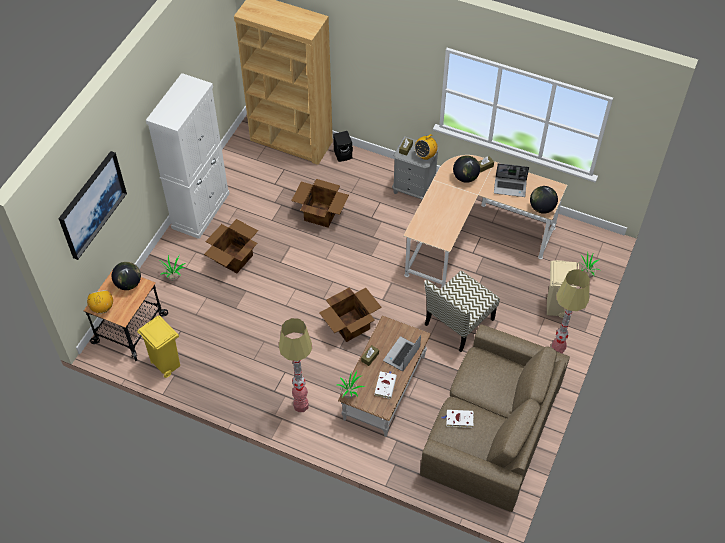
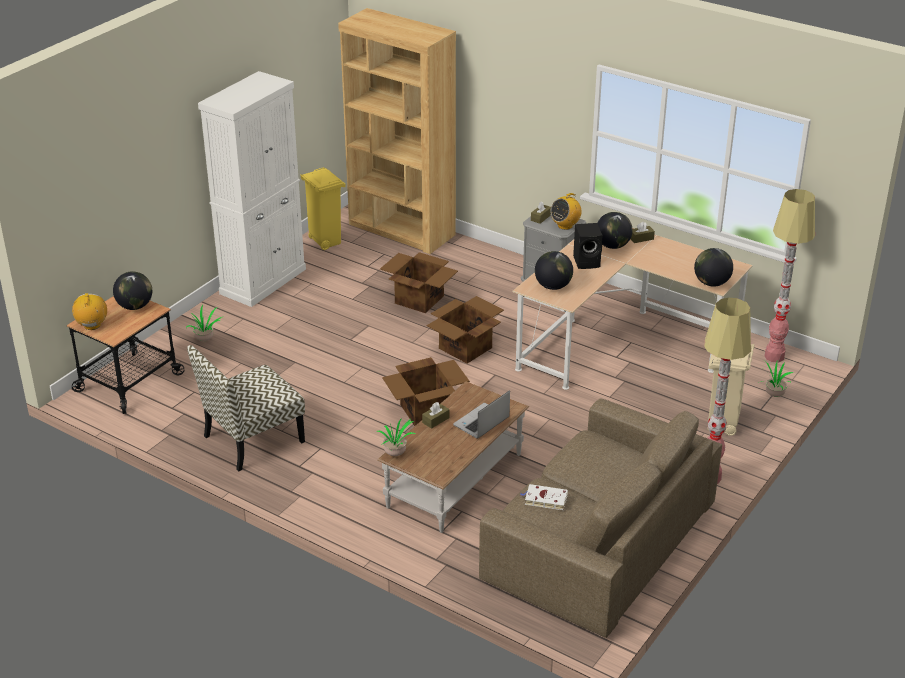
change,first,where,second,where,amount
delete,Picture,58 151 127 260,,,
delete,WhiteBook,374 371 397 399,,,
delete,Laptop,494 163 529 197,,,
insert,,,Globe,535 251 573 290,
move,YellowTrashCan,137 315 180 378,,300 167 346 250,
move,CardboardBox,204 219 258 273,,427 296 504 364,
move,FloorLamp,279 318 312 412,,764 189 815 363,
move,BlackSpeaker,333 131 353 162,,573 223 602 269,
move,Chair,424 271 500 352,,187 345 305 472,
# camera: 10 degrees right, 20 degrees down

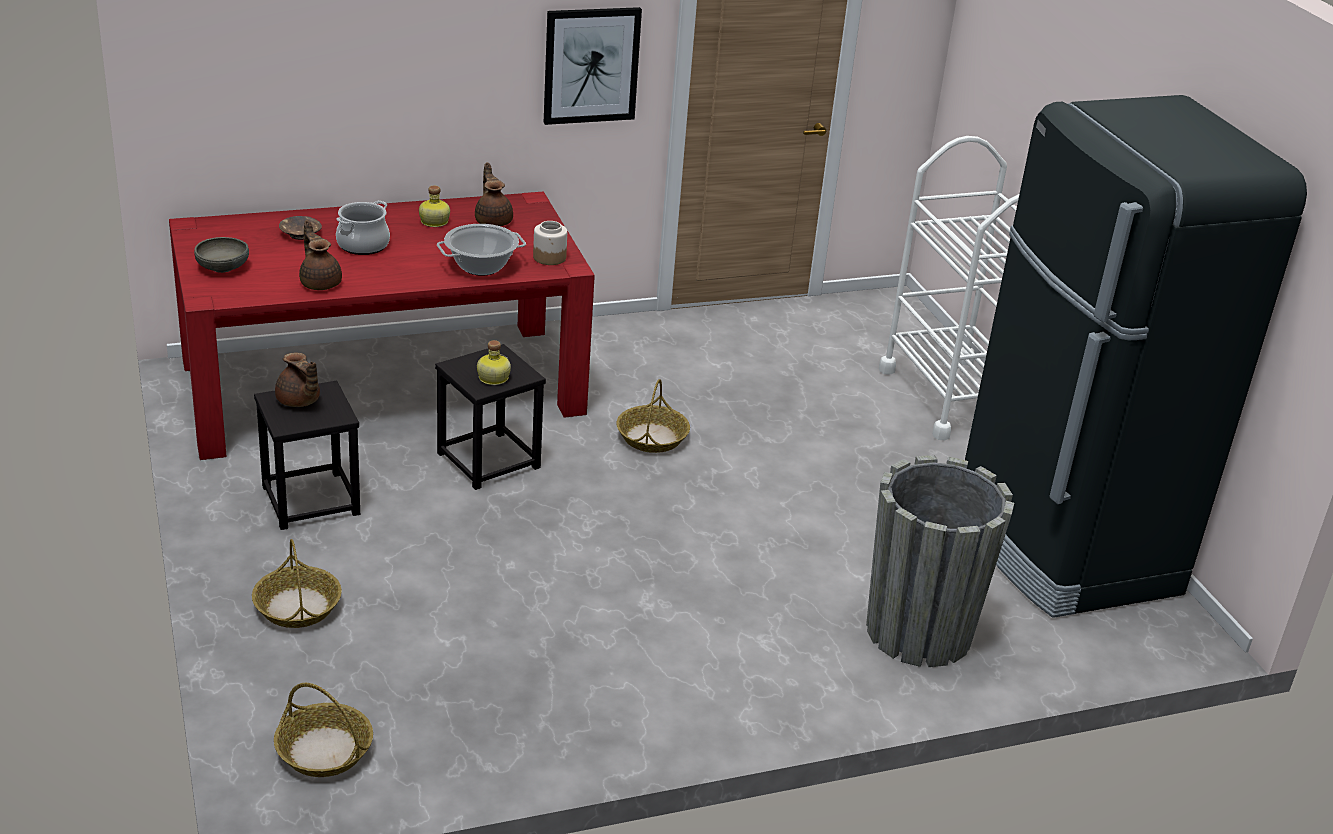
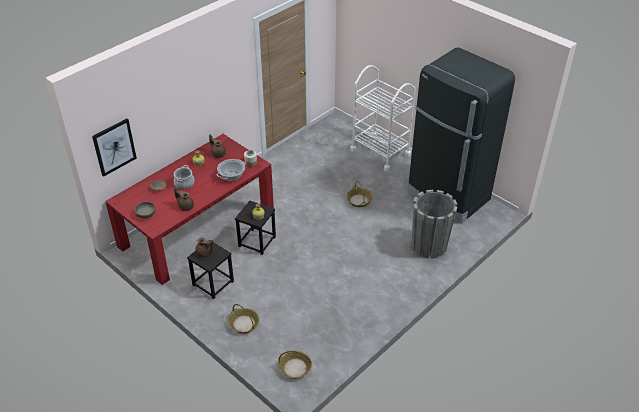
change,first,where,second,where,amount
move,Picture,544 7 642 125,,92 119 137 177,
move,Basket,617 379 690 453,,346 181 373 207,
# camera: 25 degrees left, 10 degrees up

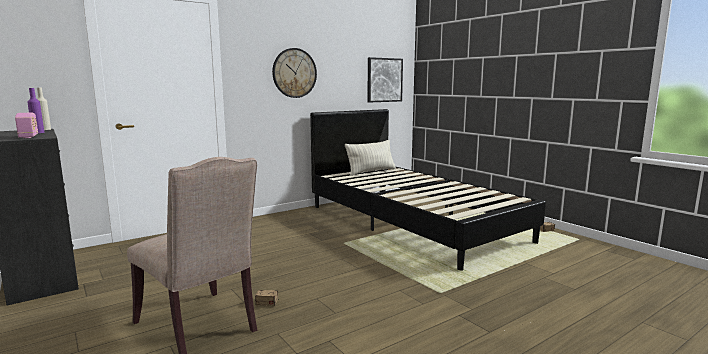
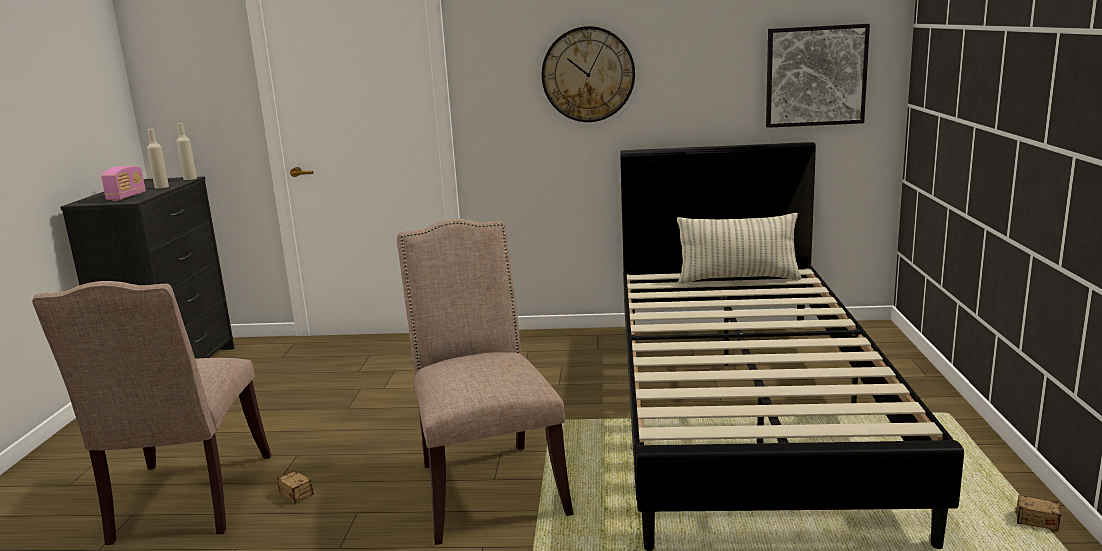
change,first,where,second,where,amount
insert,,,BeigeChair,397 219 573 545,
recolor,PurpleBottle,27 88 44 133,BeigeBottle,147 129 169 188,
# camera: 40 degrees right, 5 degrees up

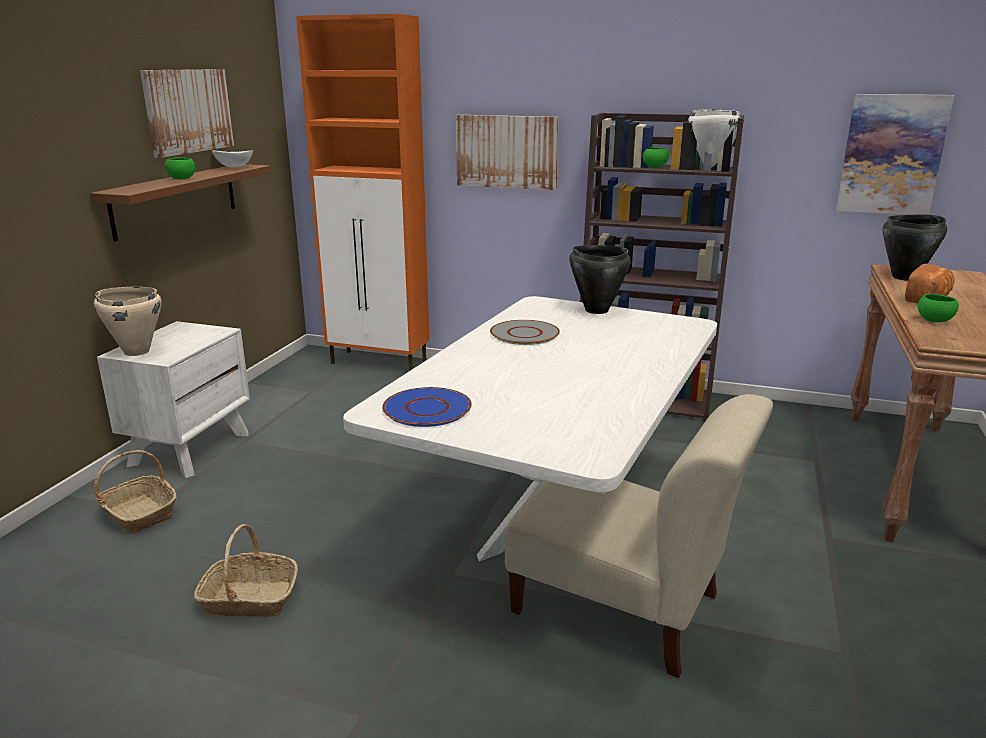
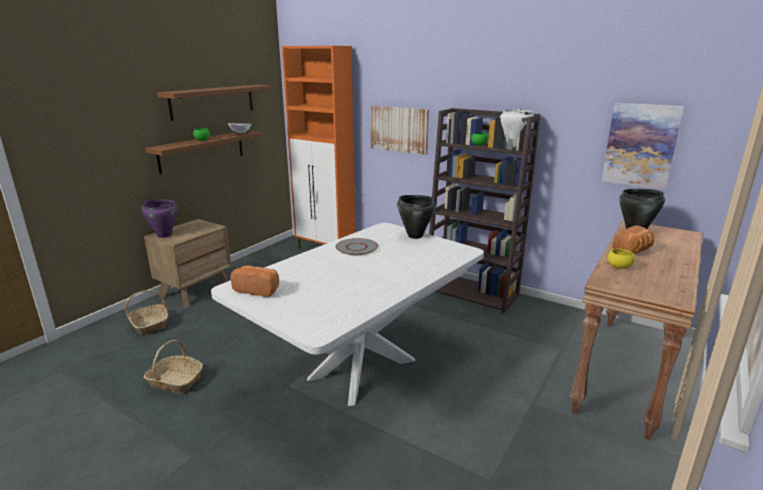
change,first,where,second,where,amount
delete,BeigeChair,505 394 773 678,,,
replace,Picture,140 69 234 158,BrownShelf,157 85 273 121,
replace,BluePlate,382 387 472 427,Bread,230 265 279 297,
recolor,BeigeCookingPot,94 287 162 356,PurpleCookingPot,142 199 178 238,
recolor,WhiteNightstand,97 321 250 478,BrownNightstand,144 219 231 308,
recolor,GreenBowl,918 294 959 322,YellowBowl,608 248 635 269,
# camera: 15 degrees right, 0 degrees up

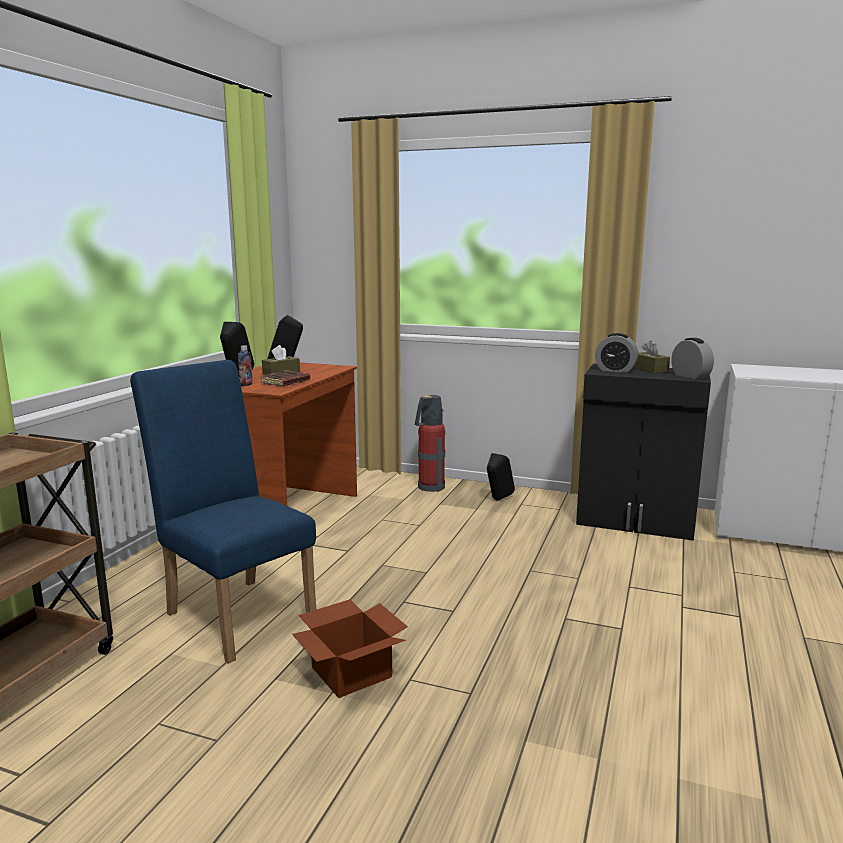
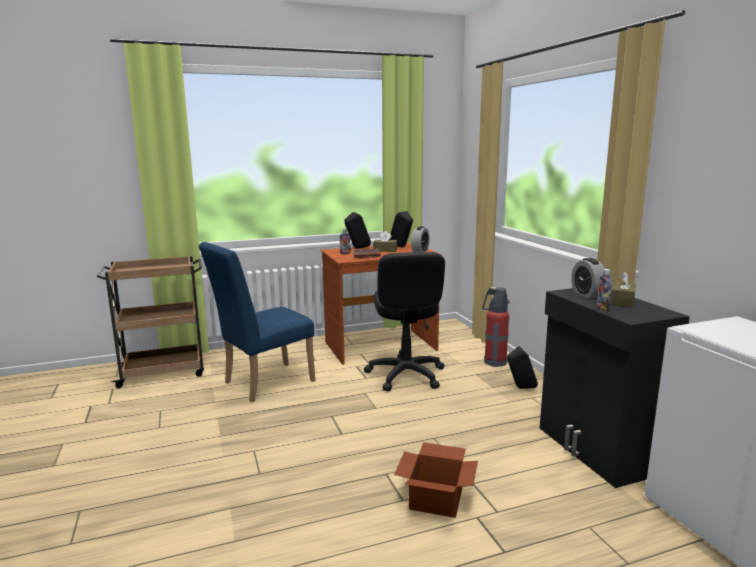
change,first,where,second,where,amount
insert,,,BlackOfficeChair,364 252 445 391,
insert,,,Bottle,597 269 612 311,
move,CardboardBox,292 599 408 698,,394 442 478 518,
move,AlarmClock,671 338 714 379,,411 226 429 252,
rotate,BlueChair,130 360 316 664,,199 242 316 402,135 degrees counterclockwise
# camera: 50 degrees right, 0 degrees up

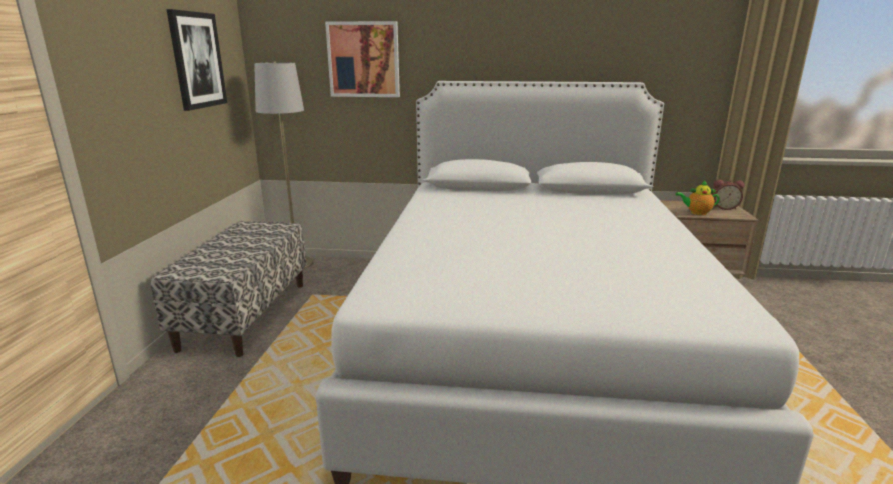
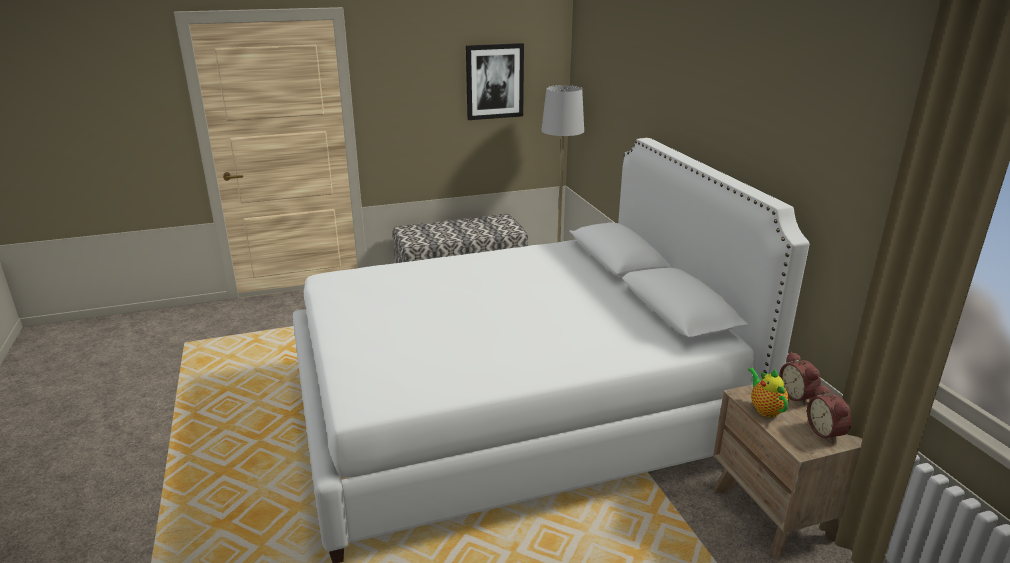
change,first,where,second,where,amount
delete,Picture,325 21 400 97,,,
insert,,,AlarmClock,779 352 821 406,
# camera: 65 degrees right, 5 degrees up

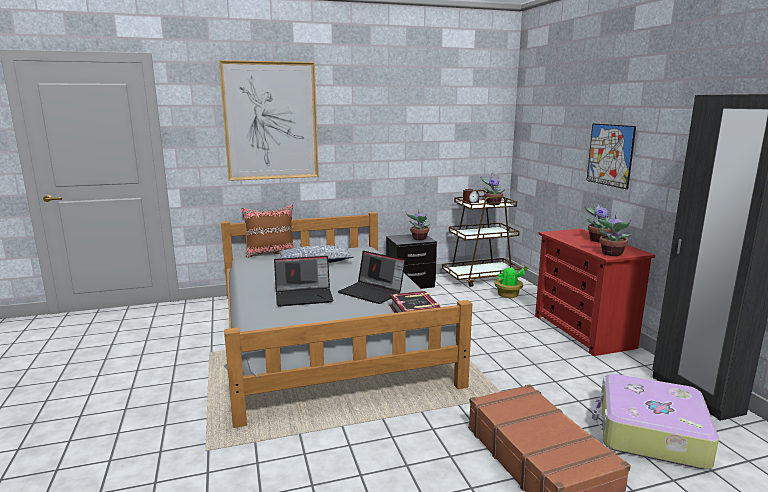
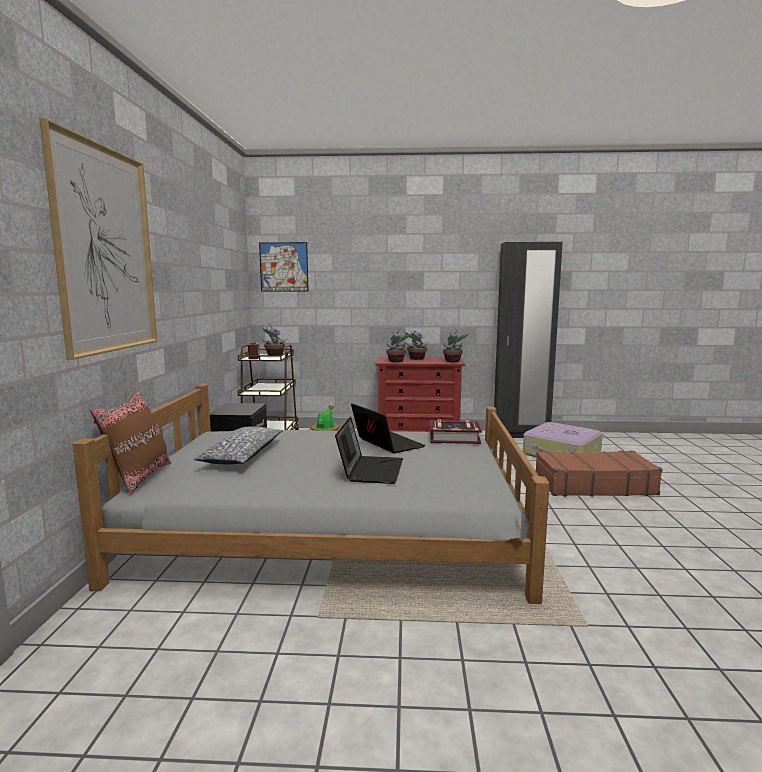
change,first,where,second,where,amount
move,PottedPlant,405 209 431 240,,386 329 412 362,
move,Picture,586 123 636 190,,259 242 309 292,
rotate,Laptop,338 251 405 304,,351 403 425 453,90 degrees counterclockwise
# camera: 70 degrees left, 5 degrees down

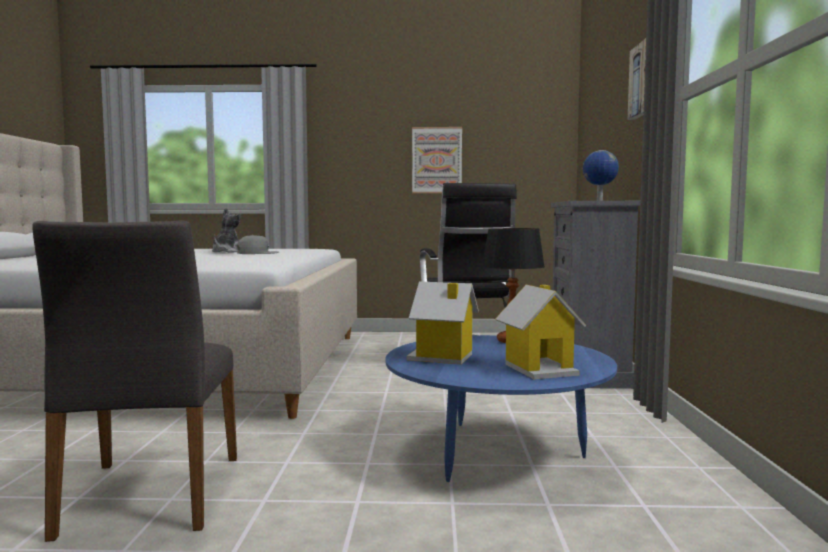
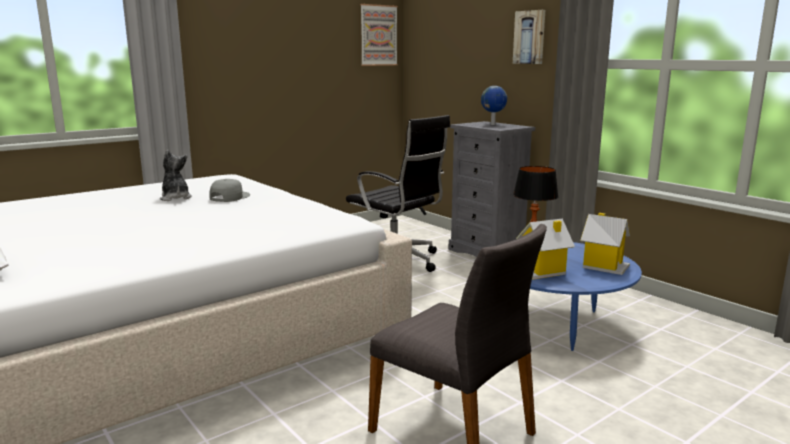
change,first,where,second,where,amount
move,Picture,412 127 462 193,,360 4 398 66,
# camera: 40 degrees left, 10 degrees up

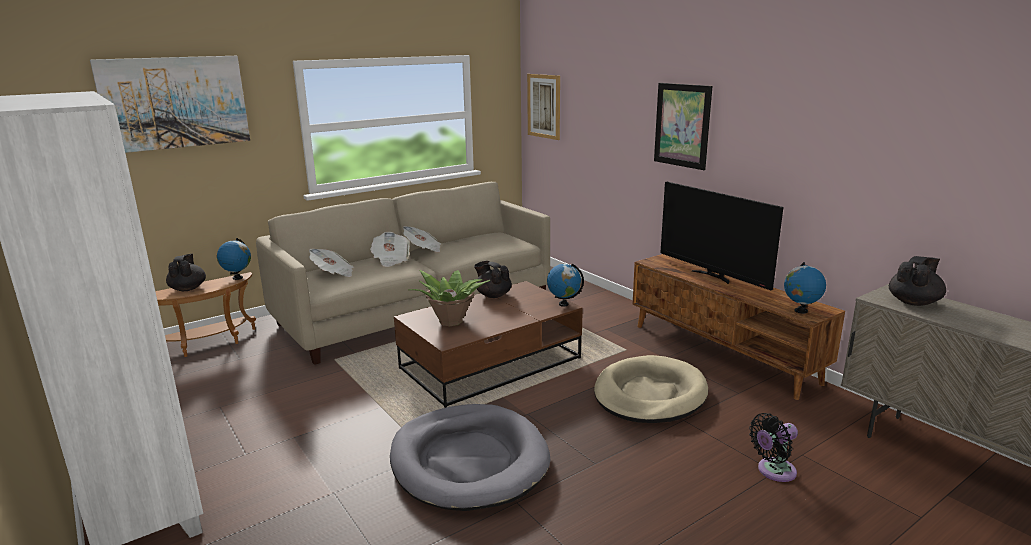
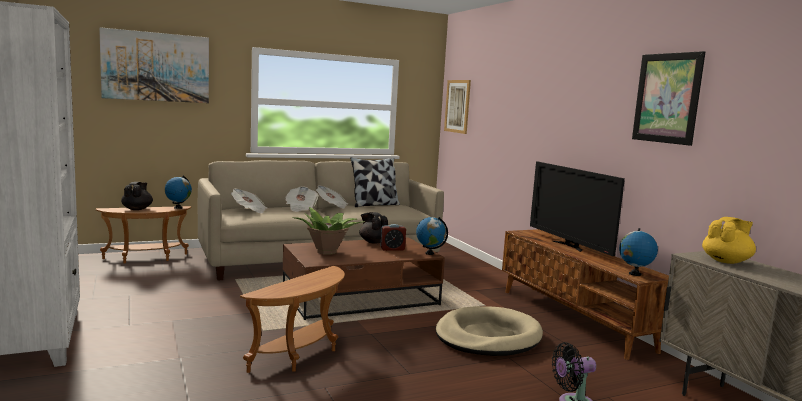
change,first,where,second,where,amount
insert,,,Pillow,350 157 400 207,
insert,,,AlarmClock,381 224 406 250,
move,Picture,654 83 712 170,,632 51 705 146,
replace,GreyDogBed,390 404 550 511,BrownSideTable,240 266 345 373,
recolor,BlackTeapot,889 256 946 306,YellowTeapot,702 217 756 264,
# camera: 10 degrees right, 10 degrees down

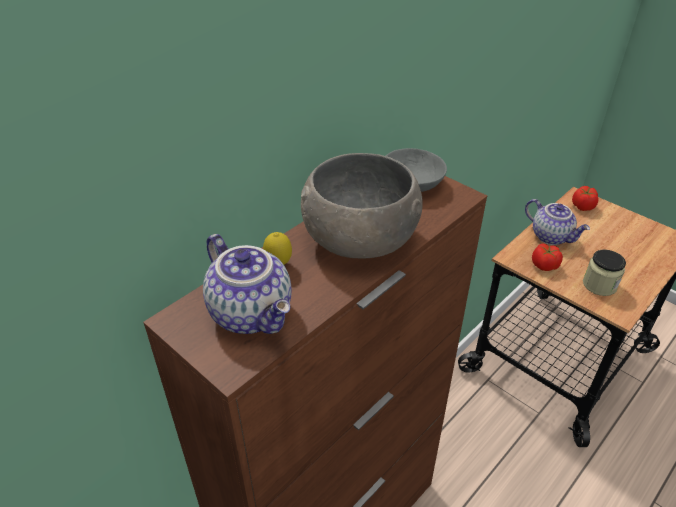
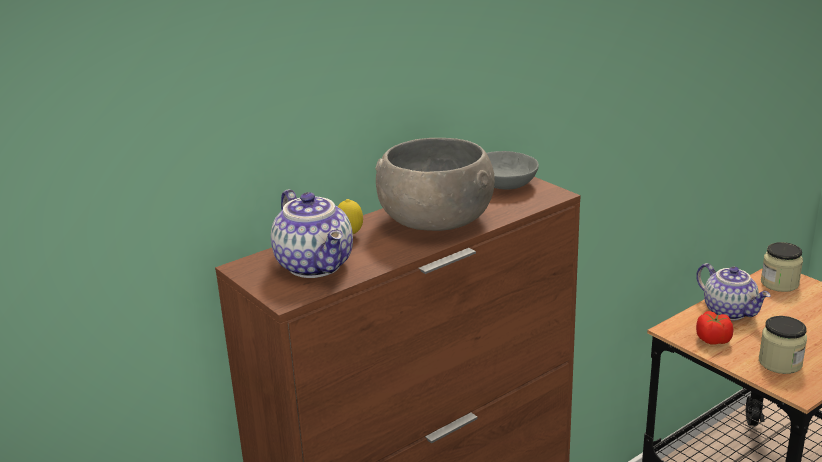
change,first,where,second,where,amount
replace,Tomato,572 186 599 211,Jar,761 242 803 292,
# camera: 10 degrees right, 15 degrees down

